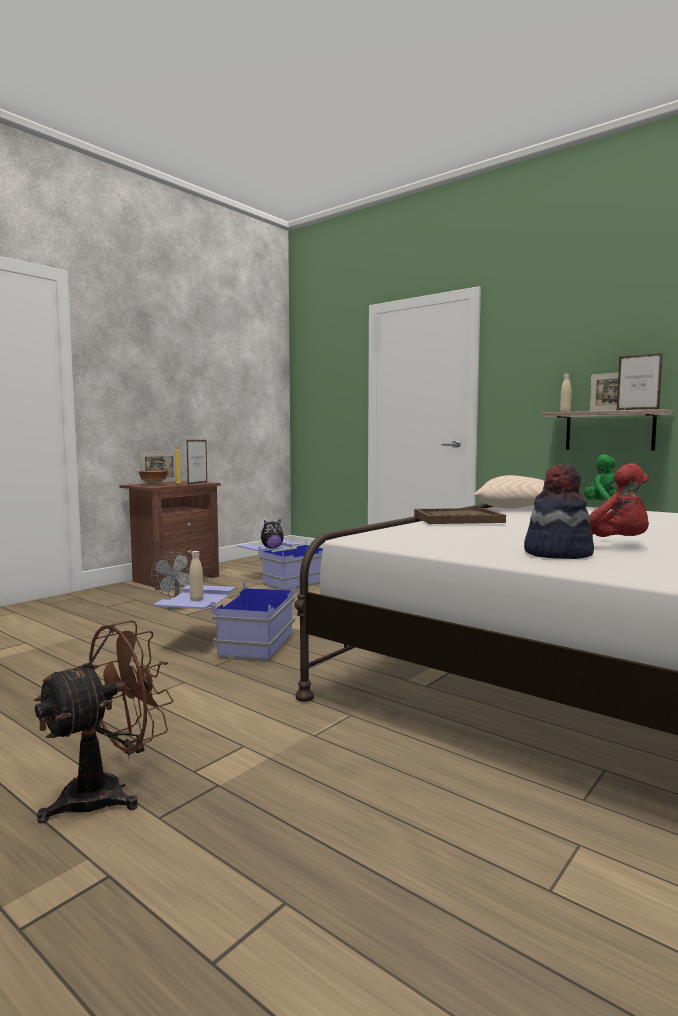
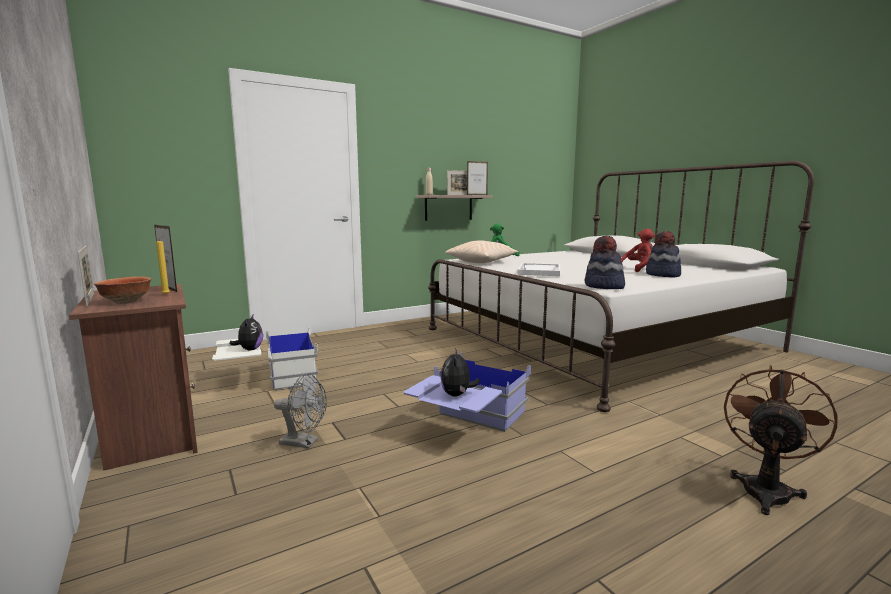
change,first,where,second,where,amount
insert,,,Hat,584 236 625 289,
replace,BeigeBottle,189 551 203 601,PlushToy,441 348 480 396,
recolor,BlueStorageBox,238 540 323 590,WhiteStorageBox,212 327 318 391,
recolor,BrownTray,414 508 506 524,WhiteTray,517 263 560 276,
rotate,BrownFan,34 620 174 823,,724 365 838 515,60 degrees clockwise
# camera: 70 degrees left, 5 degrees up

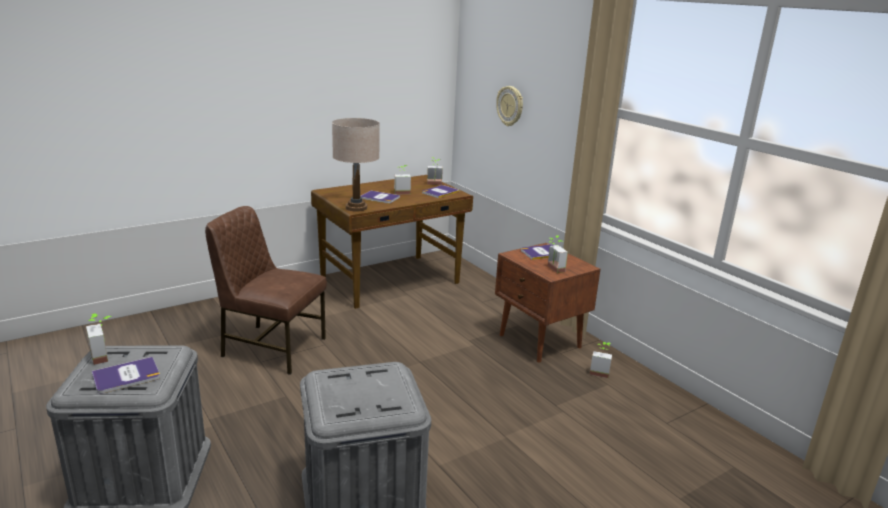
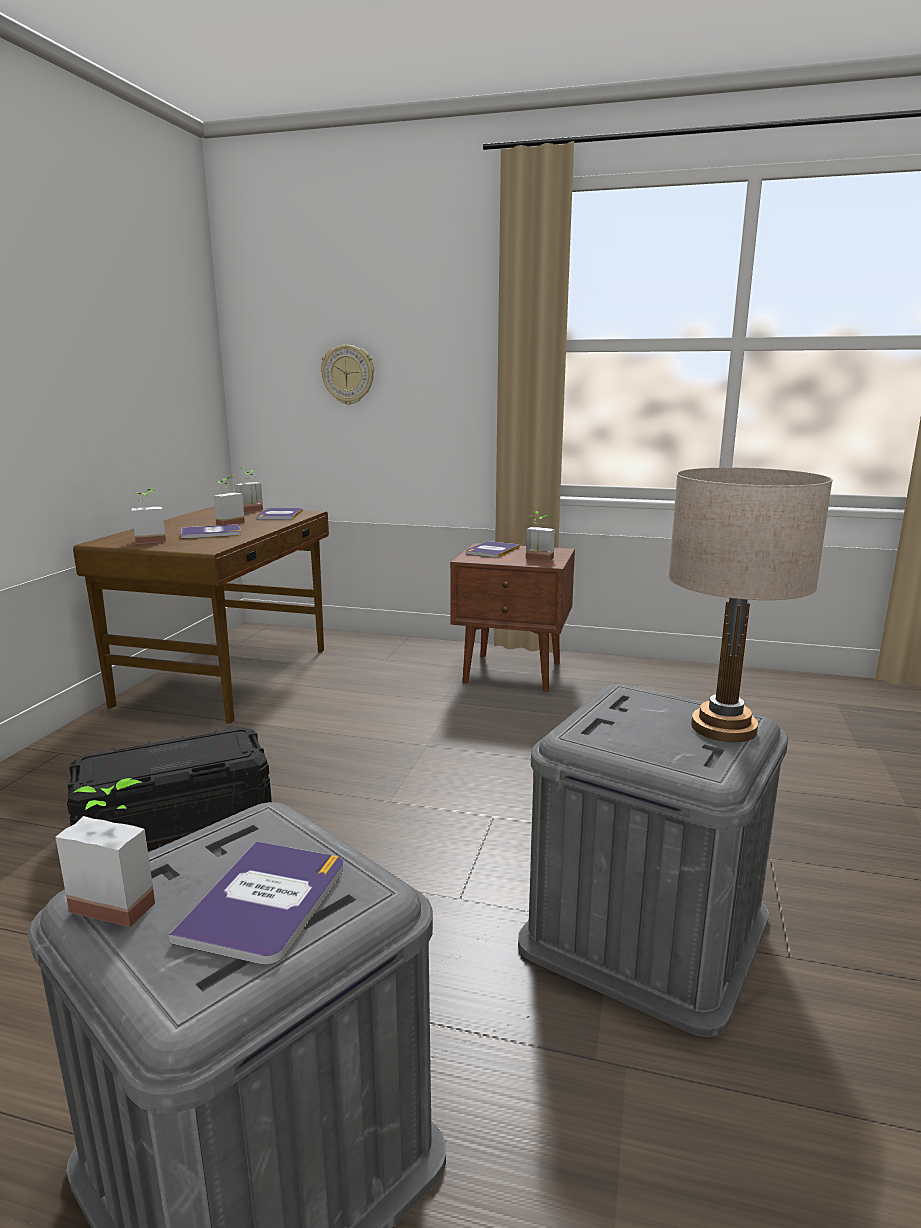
change,first,where,second,where,amount
move,BeigeTableLamp,332 118 380 212,,668 467 833 742,
move,PottedPlant,590 342 612 378,,131 489 166 544,
replace,BrownChair,205 206 327 375,BlackStorageBox,67 727 272 851,
# camera: 40 degrees left, 5 degrees down

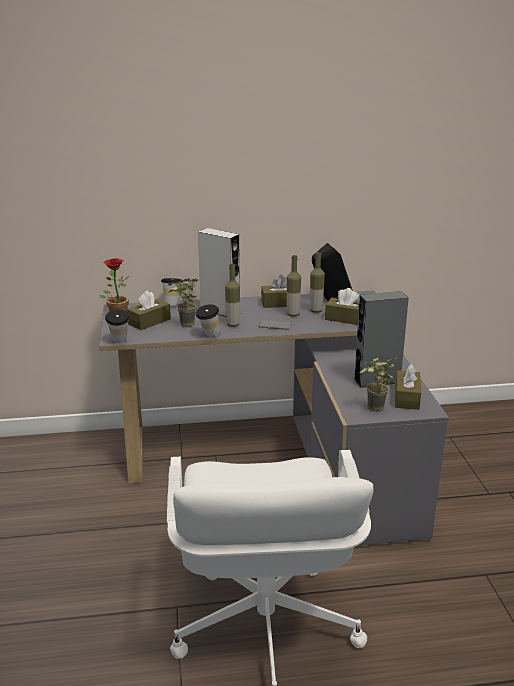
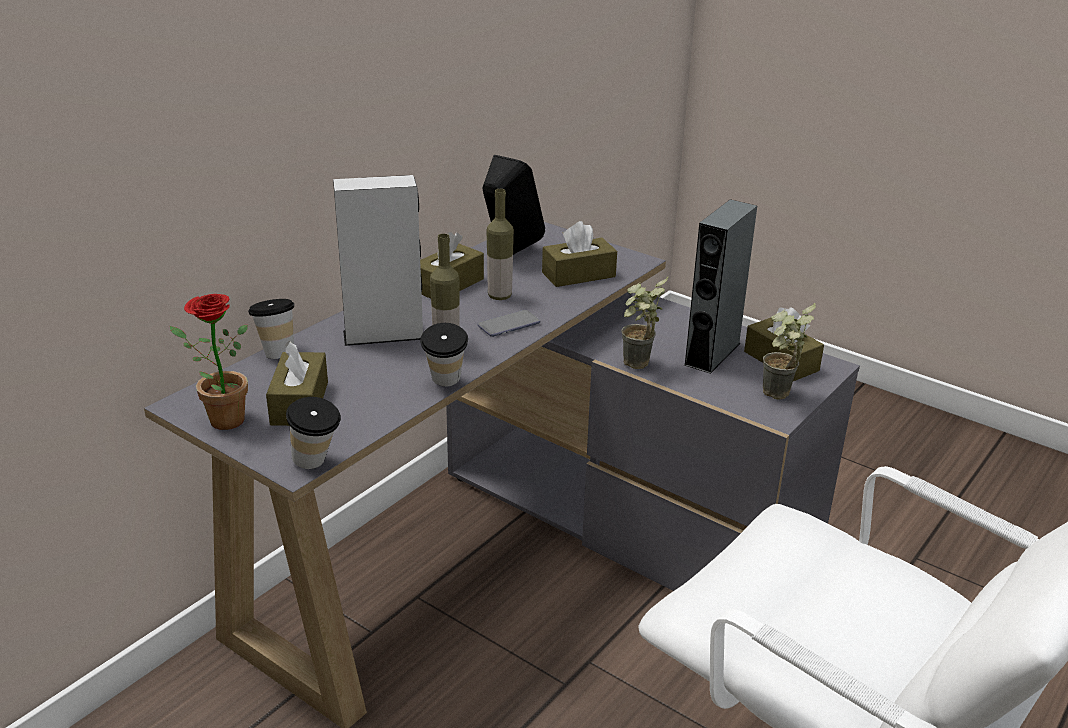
change,first,where,second,where,amount
delete,Bottle,310 252 325 313,,,
move,PottedPlant,168 278 198 327,,622 277 668 369,
# camera: 45 degrees left, 5 degrees up

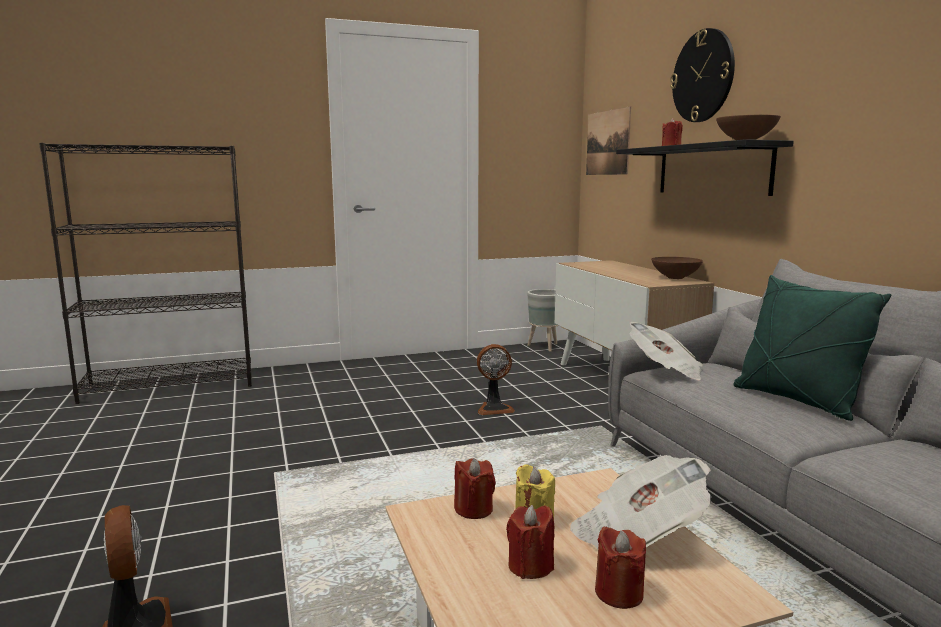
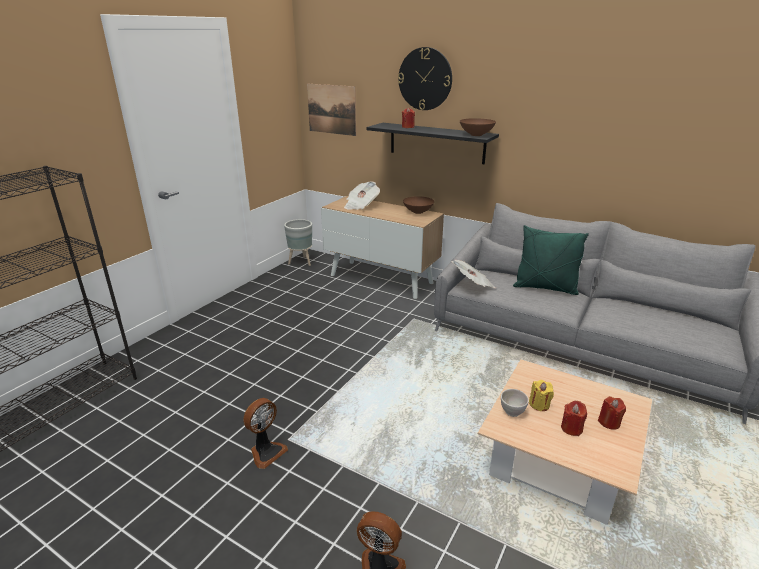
change,first,where,second,where,amount
move,Fan,477 344 515 415,,243 398 288 469,
move,Newspaper,570 455 712 549,,344 181 380 210,
replace,RedCandle,454 458 496 519,WhiteBowl,501 389 529 417,
# camera: 40 degrees left, 15 degrees up

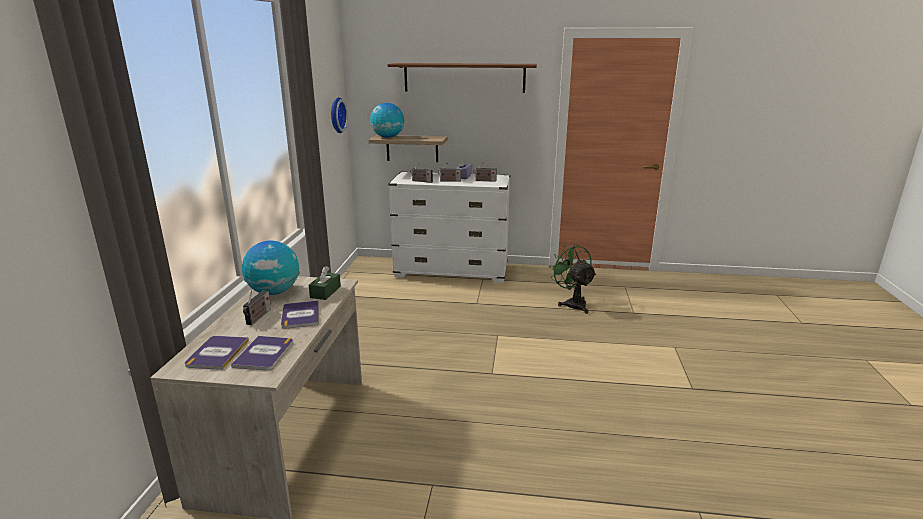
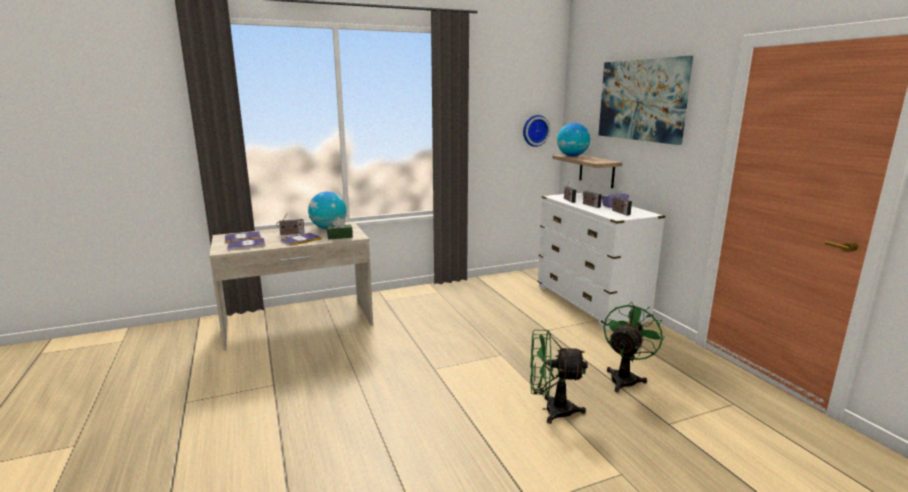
change,first,where,second,where,amount
insert,,,GreenFan,530 330 588 424,
replace,BrownShelf,388 63 537 93,Picture,598 56 693 145,
# camera: 60 degrees right, 5 degrees down

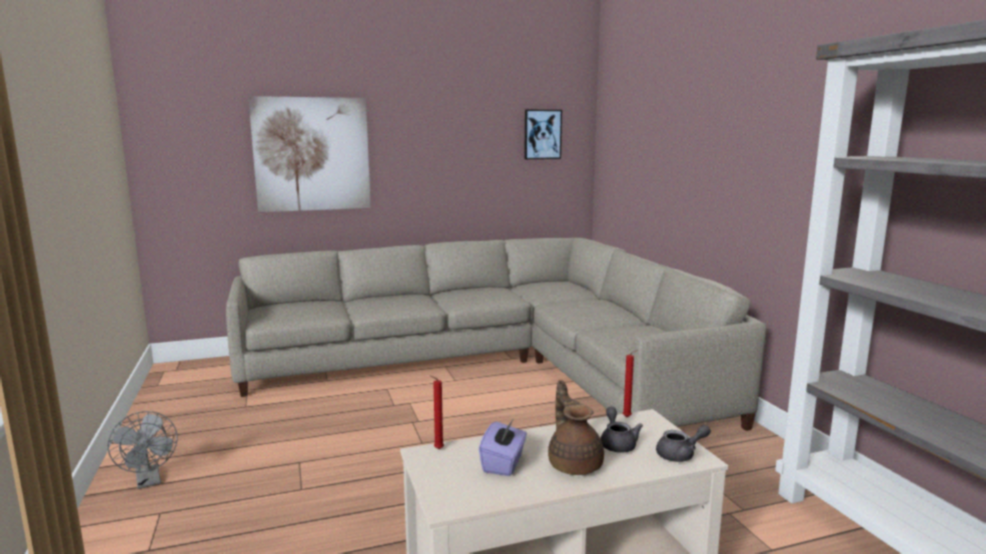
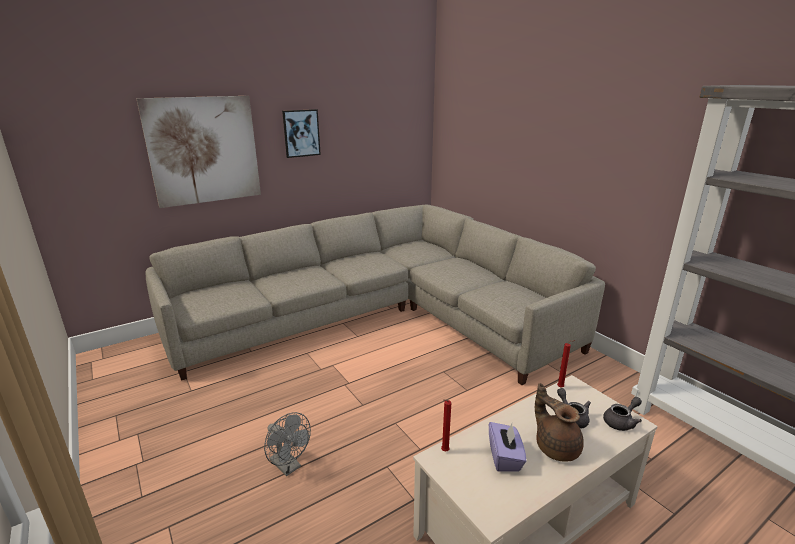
change,first,where,second,where,amount
move,GreyFan,108 411 177 489,,264 412 311 476,
move,Picture,524 110 562 159,,282 109 321 158,
# camera: 15 degrees left, 10 degrees up

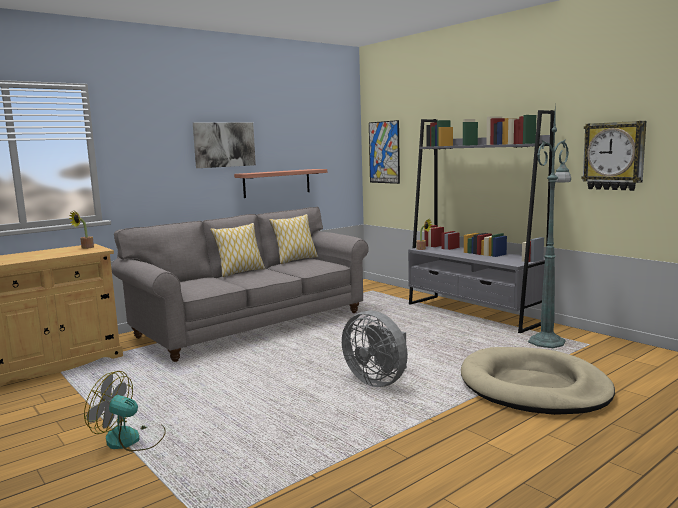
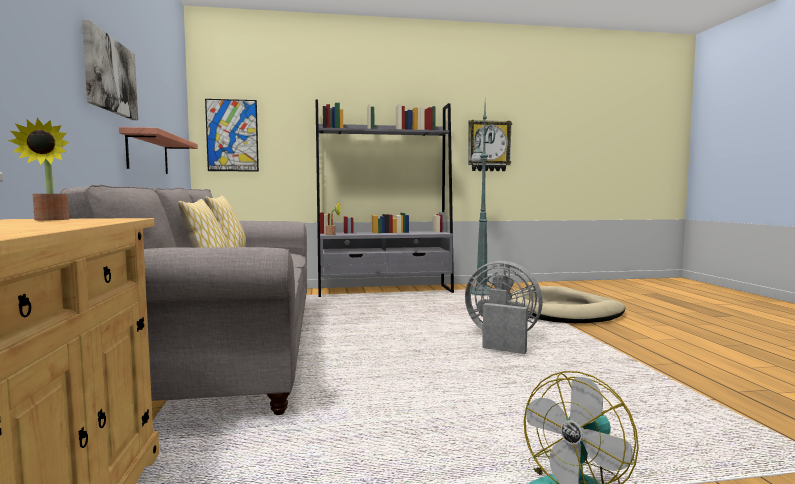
change,first,where,second,where,amount
rotate,GreyFan,342 311 408 387,,465 261 543 354,135 degrees counterclockwise
# camera: 60 degrees left, 5 degrees down

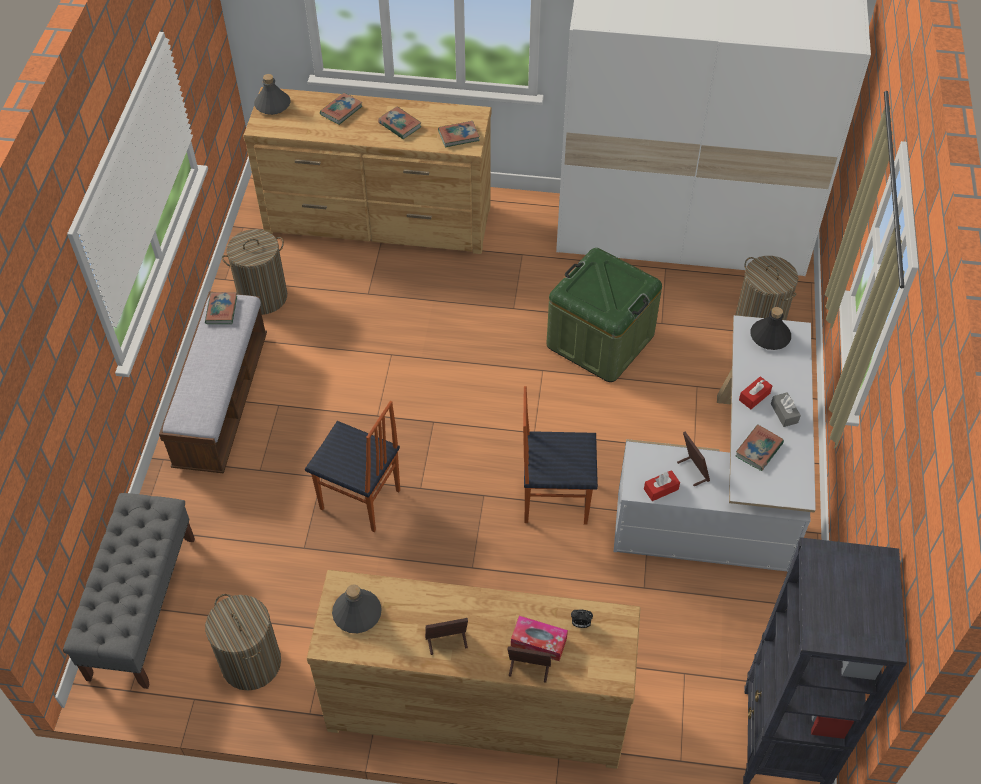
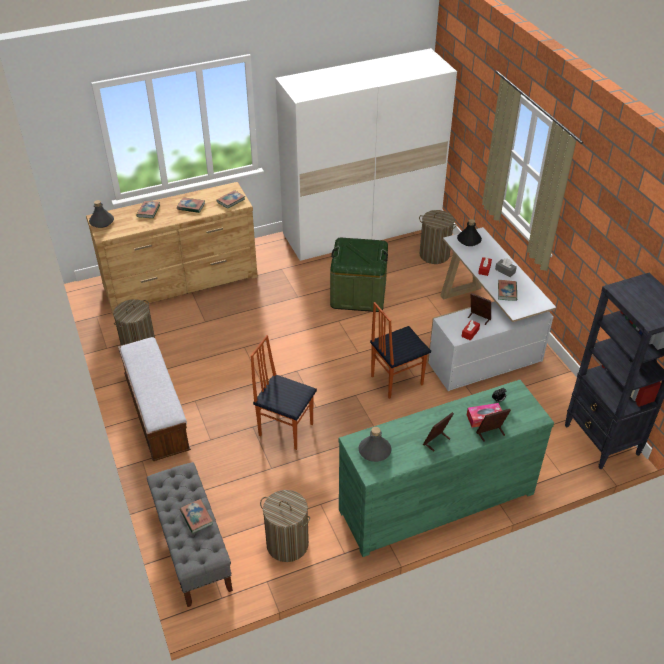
change,first,where,second,where,amount
move,Book,205 292 237 324,,180 499 213 533,
recolor,BrownDresser,306 570 640 769,GreenDresser,339 380 554 557,
rotate,Chair,305 401 400 532,,251 335 317 450,150 degrees counterclockwise
# camera: 30 degrees left, 10 degrees down

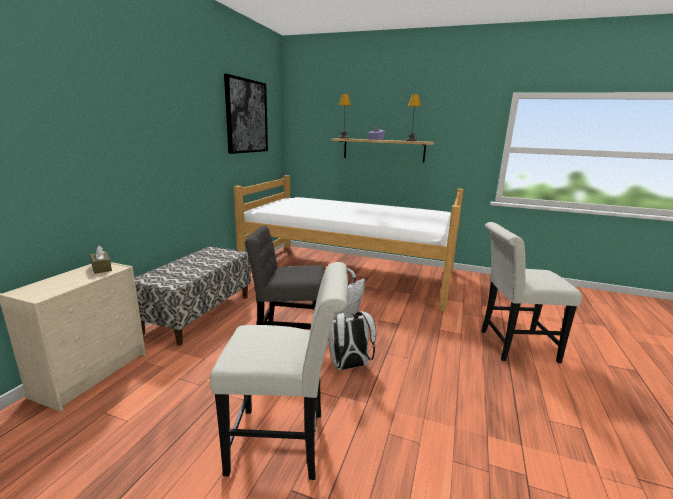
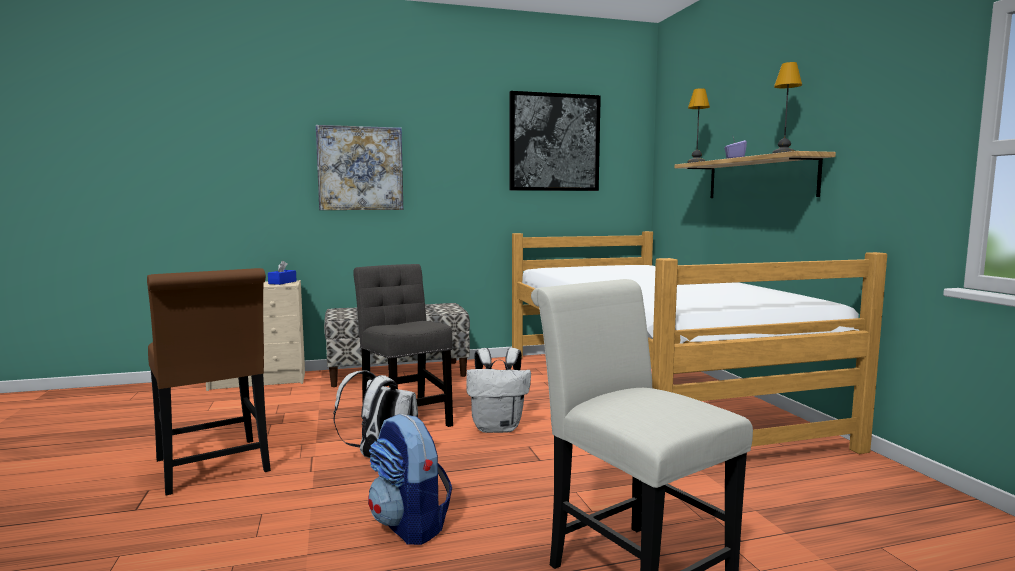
change,first,where,second,where,amount
insert,,,Picture,316 125 403 210,
insert,,,Backpack,368 414 452 545,
recolor,BrownTissueBox,90 245 112 274,BlueTissueBox,268 260 297 285,
recolor,WhiteChair,210 262 348 480,BrownChair,147 268 271 495,
# camera: 55 degrees right, 10 degrees down

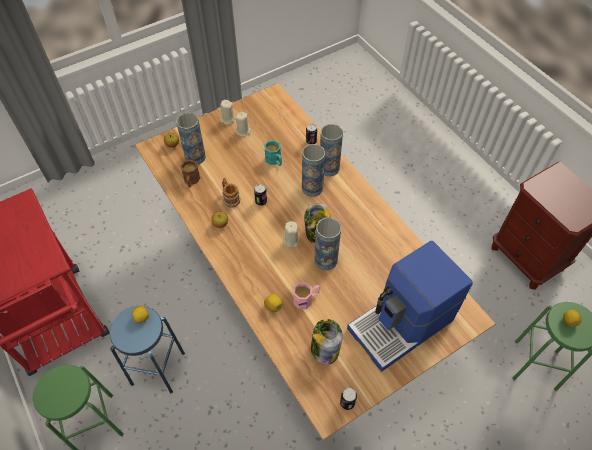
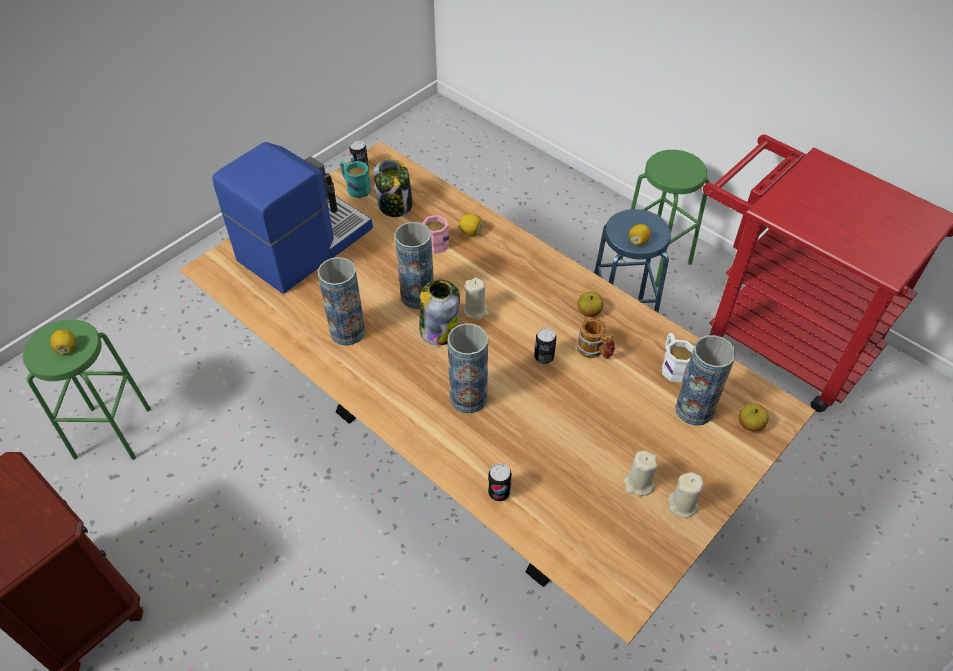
change,first,where,second,where,amount
move,TurquoiseMug,264 140 282 166,,340 161 371 198,
move,Vase,320 124 343 176,,318 257 365 346,
recolor,BrownMug,181 160 200 188,WhiteMug,662 333 694 383,
# camera: 165 degrees right, 5 degrees down

